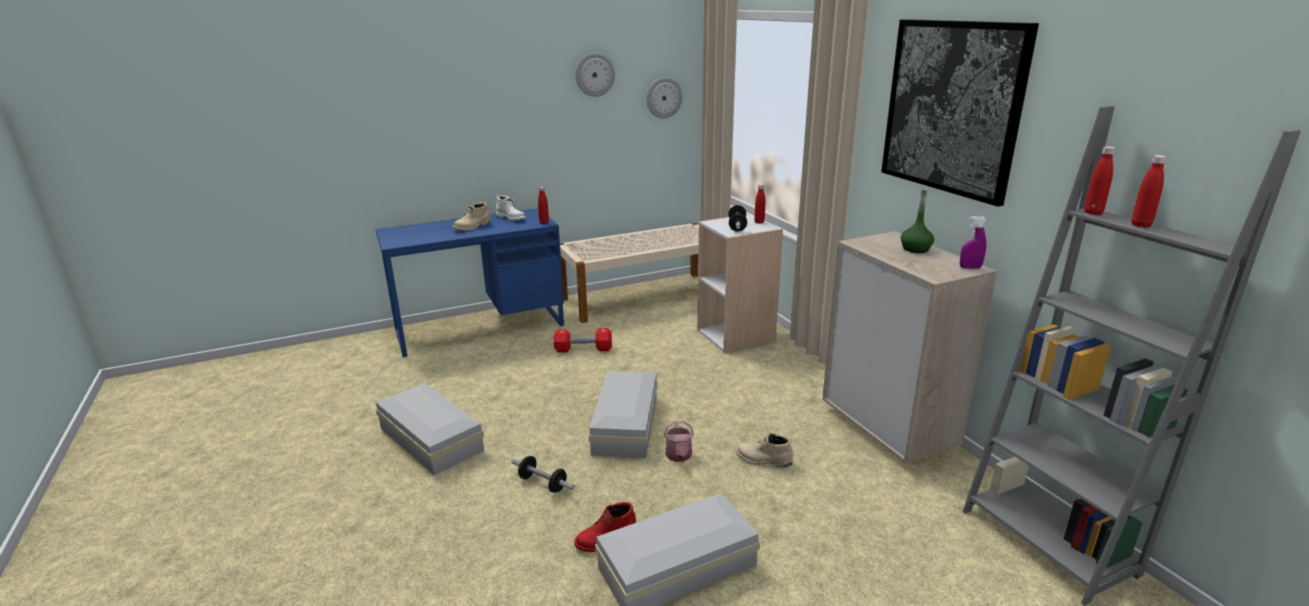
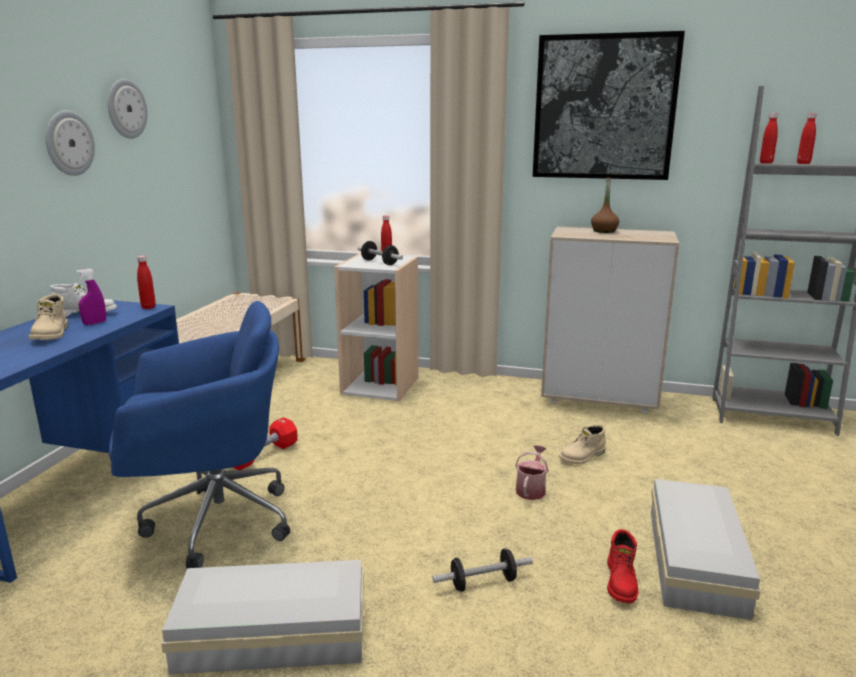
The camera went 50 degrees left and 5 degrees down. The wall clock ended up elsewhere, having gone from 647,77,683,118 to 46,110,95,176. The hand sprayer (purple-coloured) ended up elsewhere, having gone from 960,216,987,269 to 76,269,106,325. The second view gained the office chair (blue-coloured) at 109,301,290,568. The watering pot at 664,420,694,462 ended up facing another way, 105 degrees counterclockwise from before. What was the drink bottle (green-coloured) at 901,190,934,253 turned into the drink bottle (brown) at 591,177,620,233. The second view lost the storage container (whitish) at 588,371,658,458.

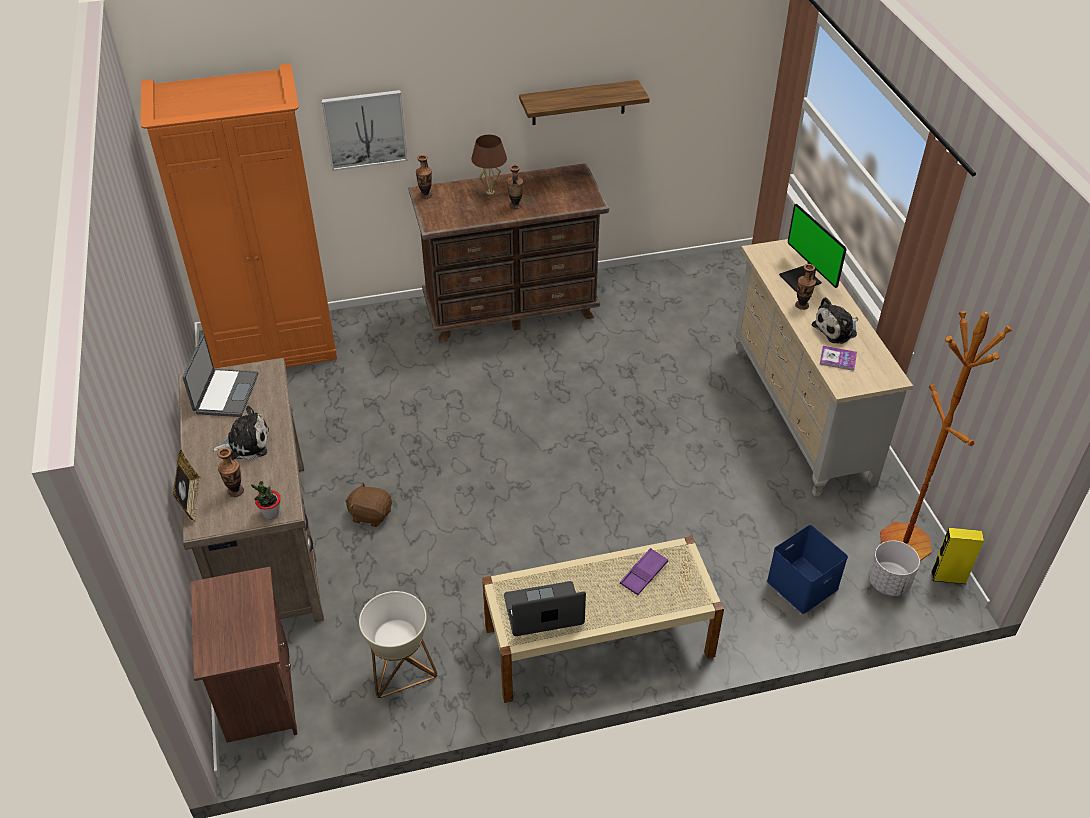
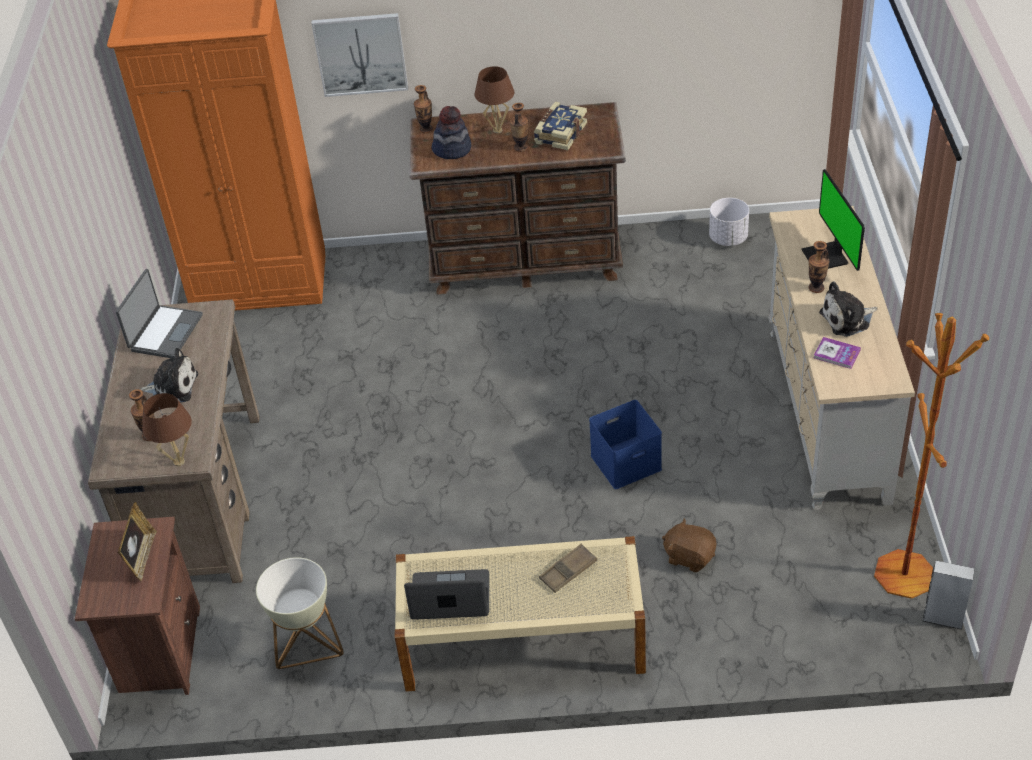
The camera went 15 degrees right and 0 degrees up. The picture frame ended up elsewhere, having gone from 173,450,201,522 to 118,502,157,581. Where the houseplant stood at 251,481,281,519, the lamp for a table (brown) came to stand at 142,393,192,466. The second view gained the clothing hat at 431,106,471,159. The second view gained the volume at 534,102,587,150. What was the carrying tray (purple-coloured) at 620,548,668,595 turned into the carrying tray (brown) at 539,544,597,593. The storage container (blue-coloured) ended up elsewhere, having gone from 767,525,848,614 to 589,400,662,489. The soft toy (brown) ended up elsewhere, having gone from 345,482,392,527 to 662,518,716,572. The planter (whitish) ended up elsewhere, having gone from 868,541,920,596 to 709,198,749,246. What was the loudspeaker (yellow-coloured) at 931,528,984,584 turned into the loudspeaker (gray) at 923,561,975,630. The second view lost the wall shelf at 519,80,650,125.

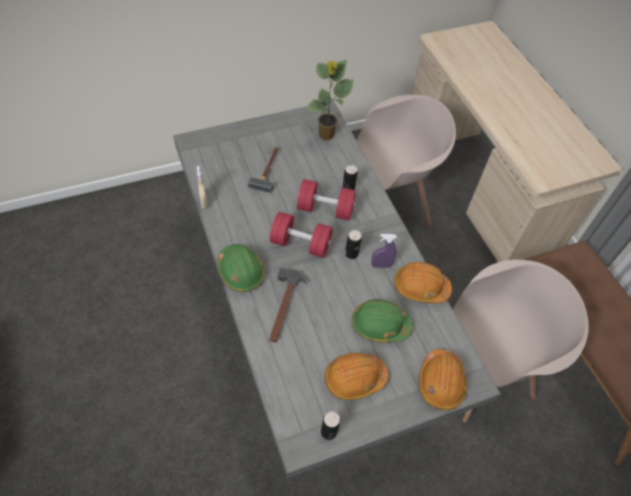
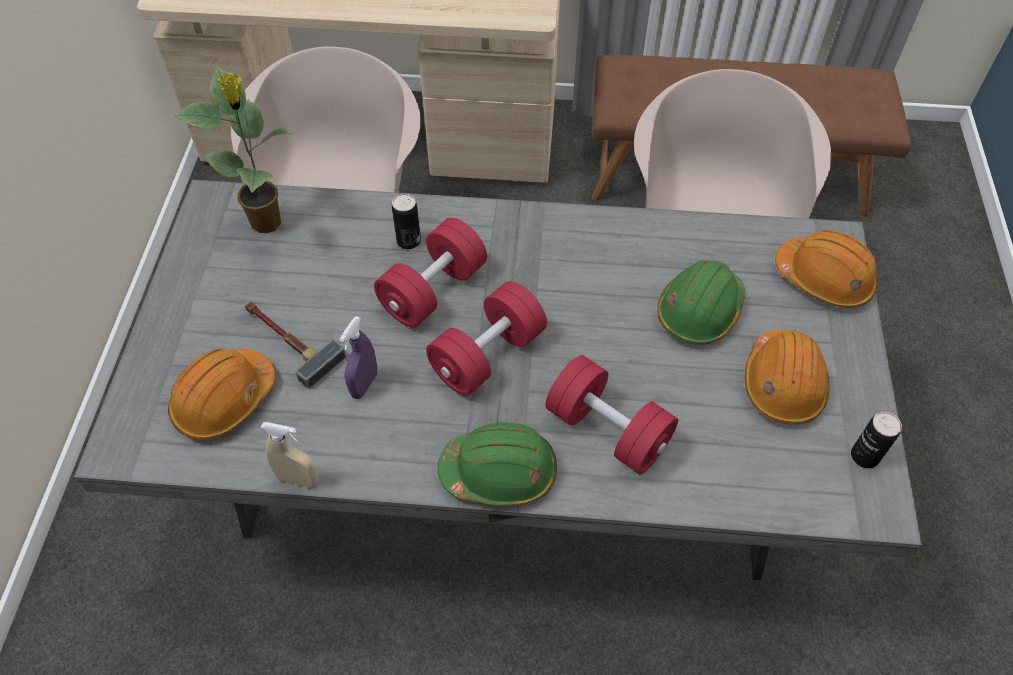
The camera went 60 degrees left and 0 degrees up. The hard hat (orange) ended up elsewhere, having gone from 394,262,452,303 to 168,349,276,440. The hand sprayer (purple-coloured) ended up elsewhere, having gone from 371,234,397,268 to 339,316,377,399. Where the tool hammer stood at 269,268,307,343, the free weight (red-coloured) came to stand at 546,355,678,475. The second view lost the sealed can at 345,230,362,259.

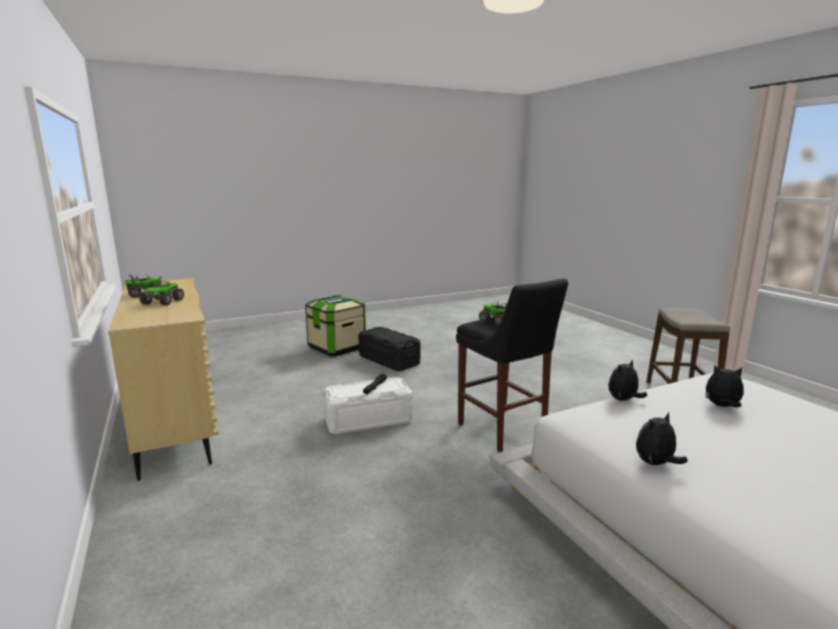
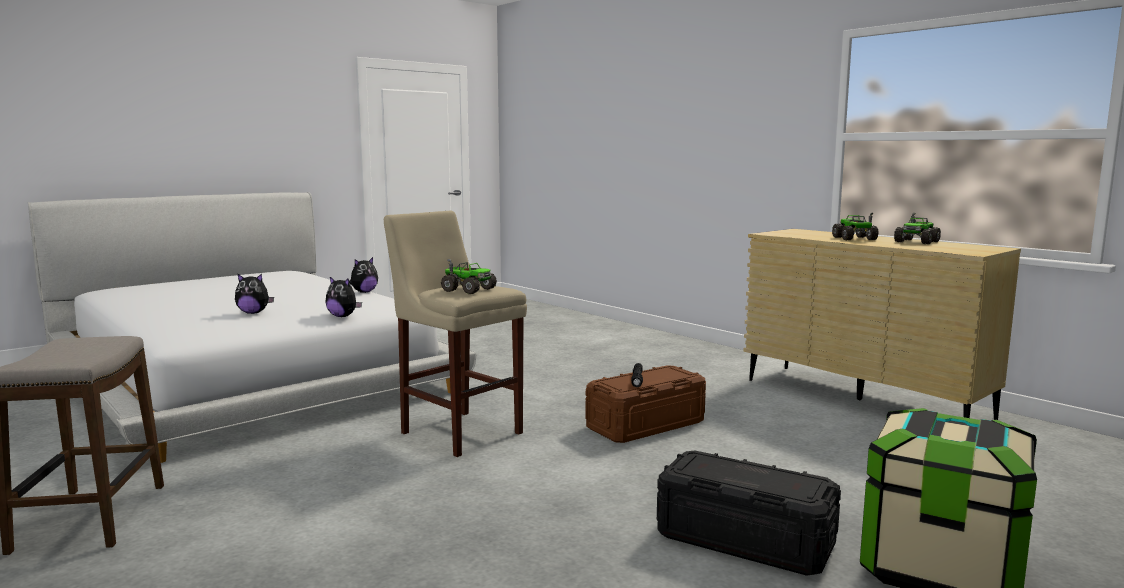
The camera went 165 degrees right and 5 degrees down. The soft toy at 608,360,647,401 ended up facing another way, 75 degrees clockwise from before. What was the stool (black) at 456,279,568,452 turned into the stool (beige) at 384,211,527,457. What was the storage container (whitish) at 322,377,413,435 turned into the storage container (brown) at 585,365,706,443.

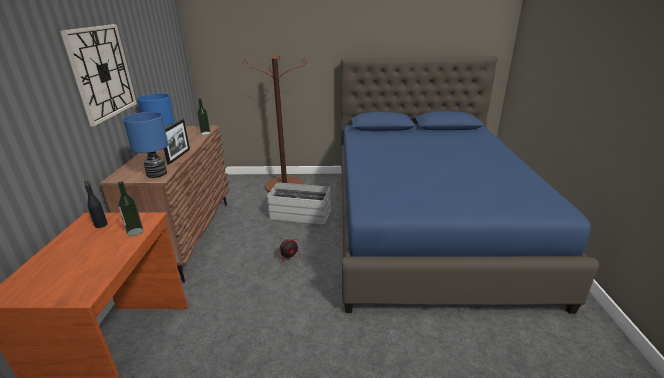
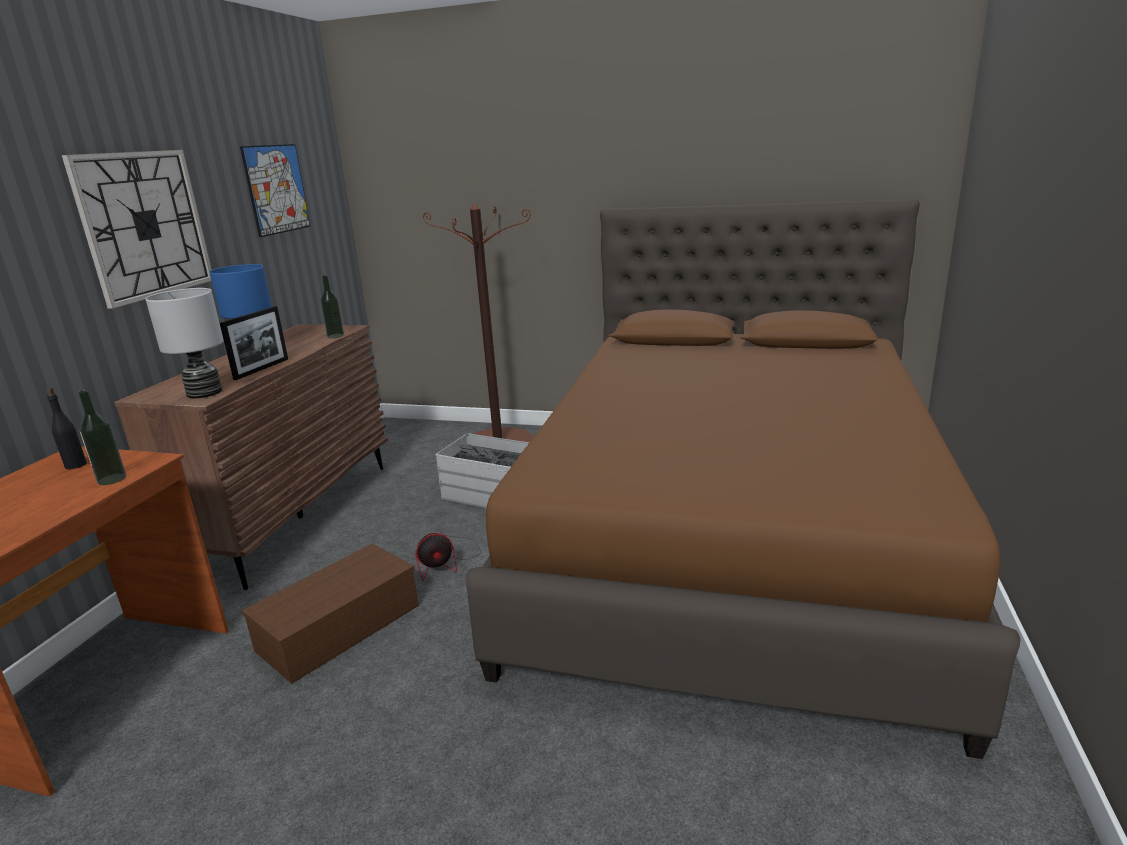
The camera went 15 degrees right and 5 degrees down. What was the lamp for a table (blue-coloured) at 123,112,168,178 turned into the lamp for a table (gray) at 145,288,224,398. The second view gained the picture at 240,144,310,237. The second view gained the storage container (brown) at 242,543,419,684. What was the bedroom bed (blue-coloured) at 340,56,599,314 turned into the bedroom bed (brown) at 466,199,1021,759.

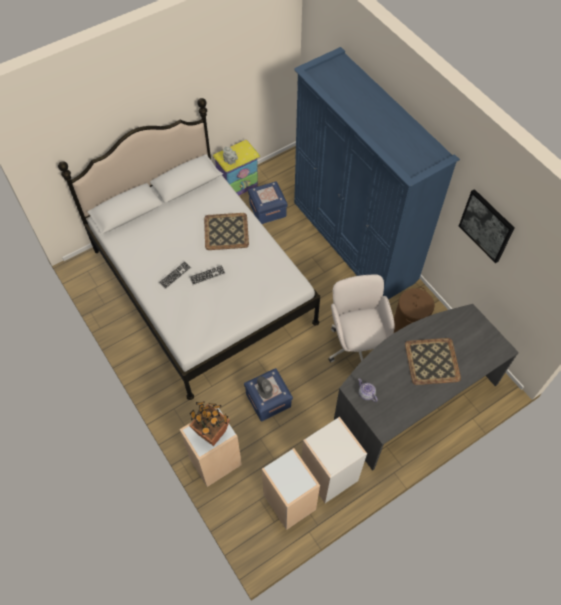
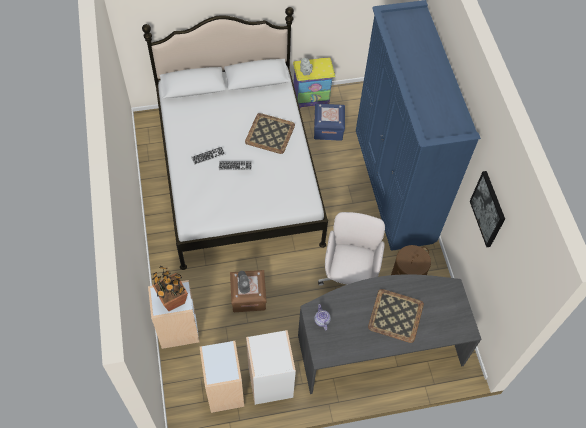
The camera went 20 degrees right and 0 degrees up. What was the storage container (blue-coloured) at 244,368,293,421 turned into the storage container (brown) at 230,270,266,312.

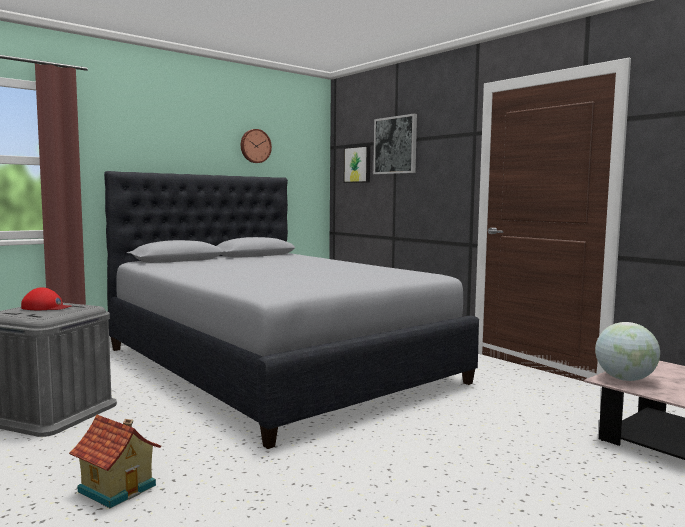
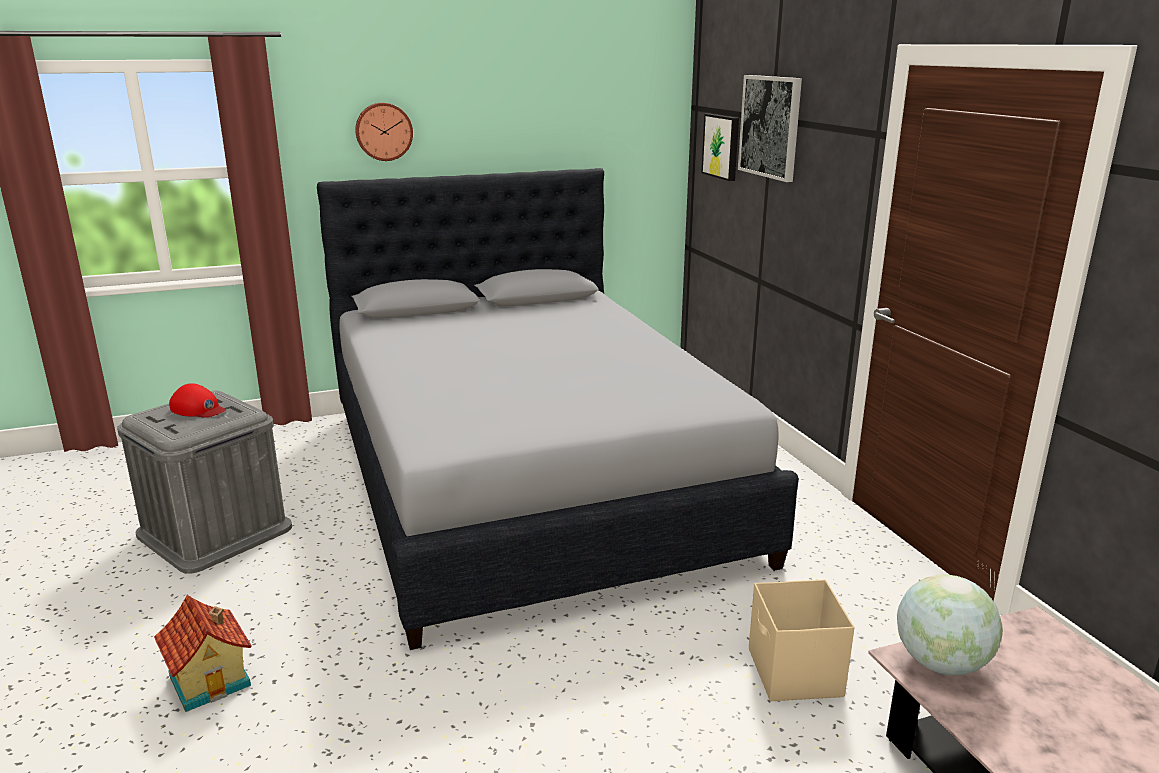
The camera went 20 degrees right and 15 degrees up. The wall clock ended up elsewhere, having gone from 241,129,272,163 to 355,103,413,161. The second view gained the storage container (beige) at 749,580,854,701.

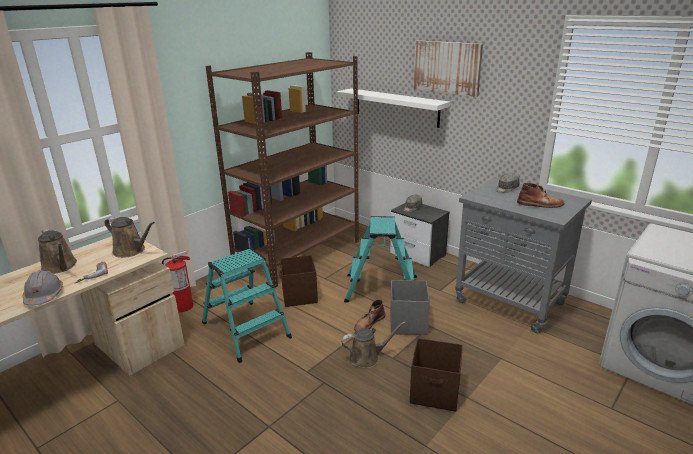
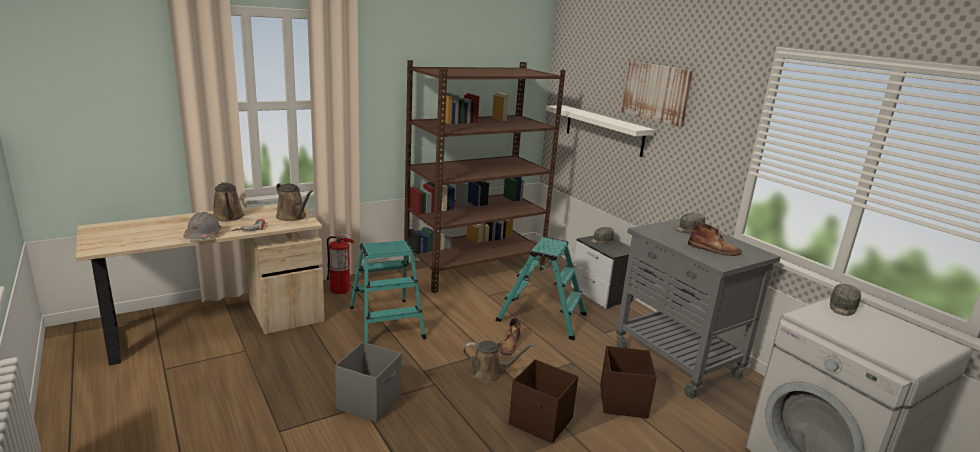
The camera went 15 degrees right and 5 degrees down. The storage container (gray) ended up elsewhere, having gone from 390,280,430,335 to 335,342,402,422. The tall boot (brown) at 354,299,385,331 ended up facing another way, 45 degrees counterclockwise from before. The storage container (brown) ended up elsewhere, having gone from 279,255,318,307 to 600,346,657,418. The second view gained the cap (gray) at 830,284,861,316.

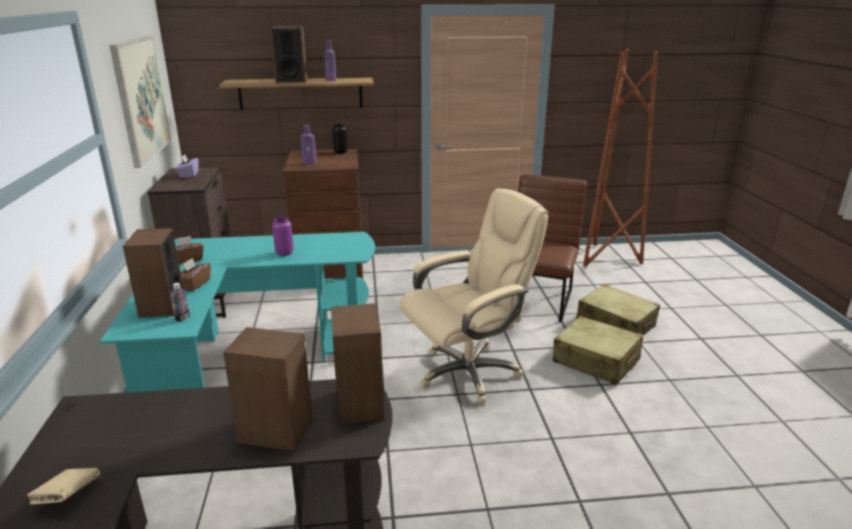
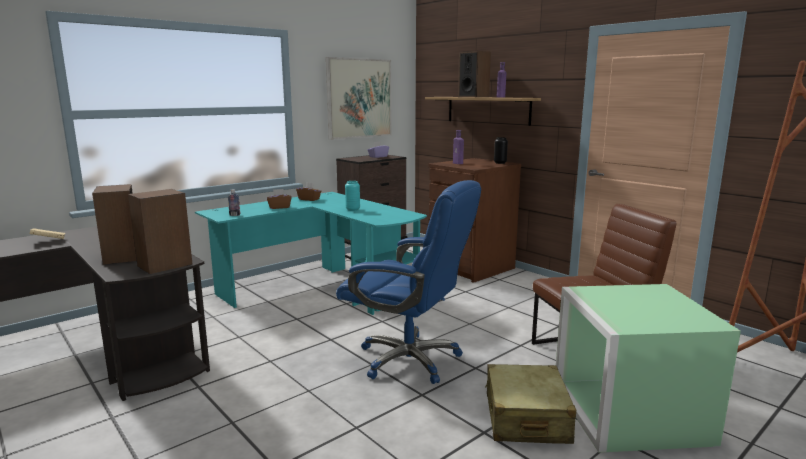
The camera went 55 degrees right and 10 degrees down. What was the office chair (beige) at 400,188,548,404 turned into the office chair (blue-coloured) at 336,180,481,384. What was the flower vase (purple-coloured) at 272,217,294,256 turned into the flower vase (turquoise) at 345,181,360,211. Where the suitcase (beige) stood at 576,284,660,336, the storage container (green-coloured) came to stand at 556,284,741,453. The second view lost the loudspeaker at 123,228,184,318.

